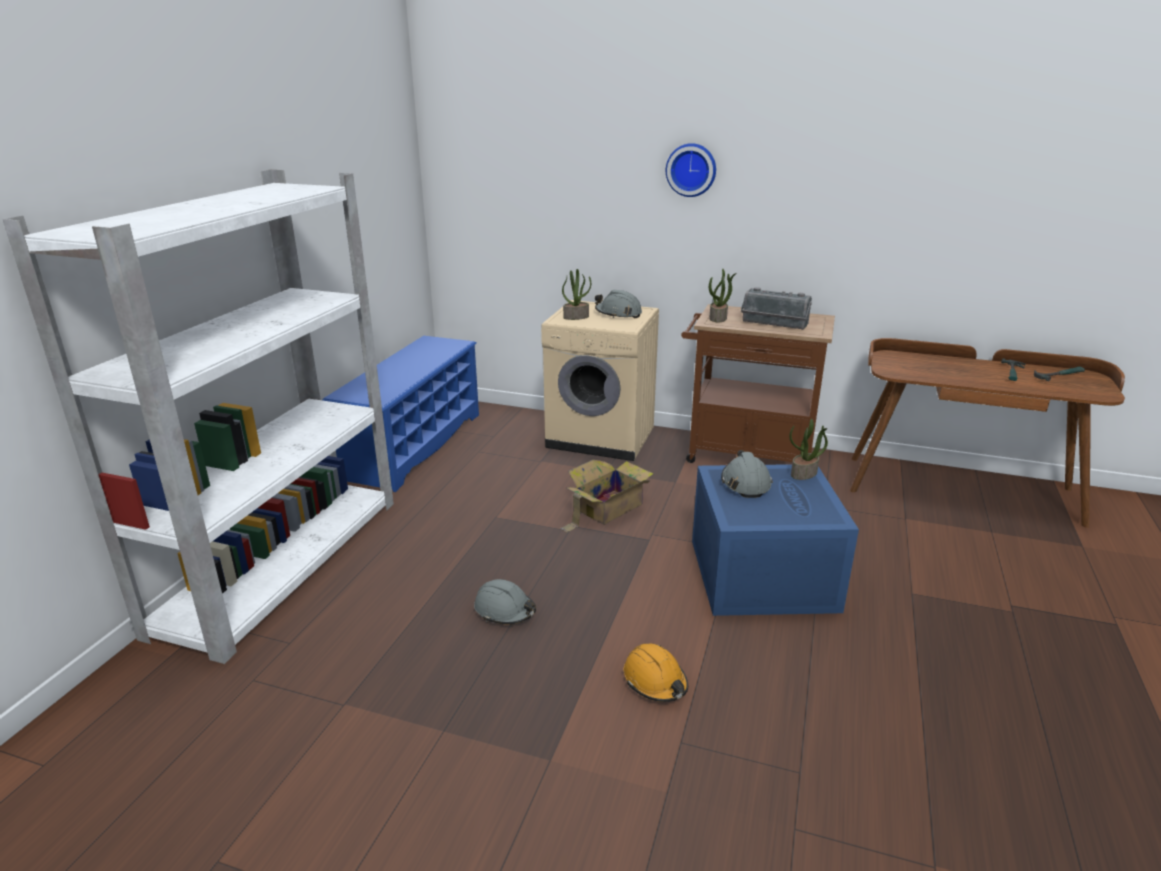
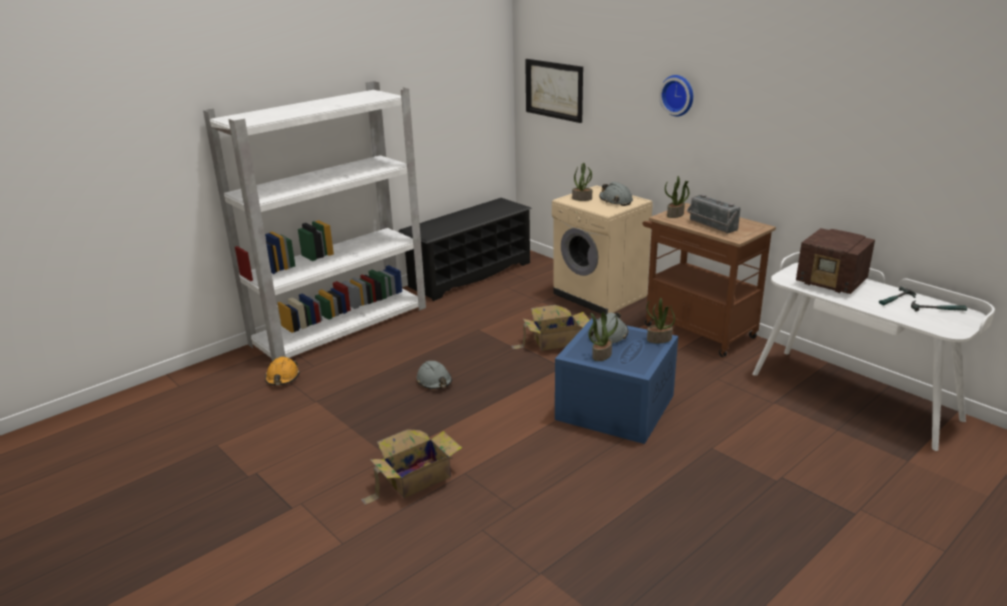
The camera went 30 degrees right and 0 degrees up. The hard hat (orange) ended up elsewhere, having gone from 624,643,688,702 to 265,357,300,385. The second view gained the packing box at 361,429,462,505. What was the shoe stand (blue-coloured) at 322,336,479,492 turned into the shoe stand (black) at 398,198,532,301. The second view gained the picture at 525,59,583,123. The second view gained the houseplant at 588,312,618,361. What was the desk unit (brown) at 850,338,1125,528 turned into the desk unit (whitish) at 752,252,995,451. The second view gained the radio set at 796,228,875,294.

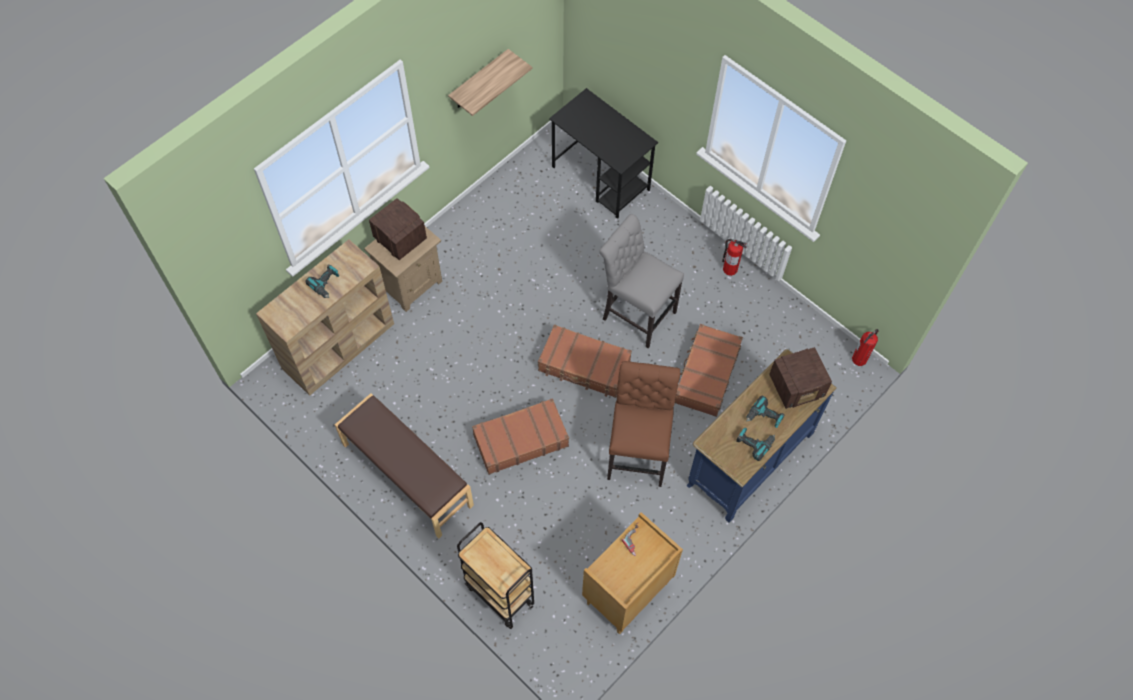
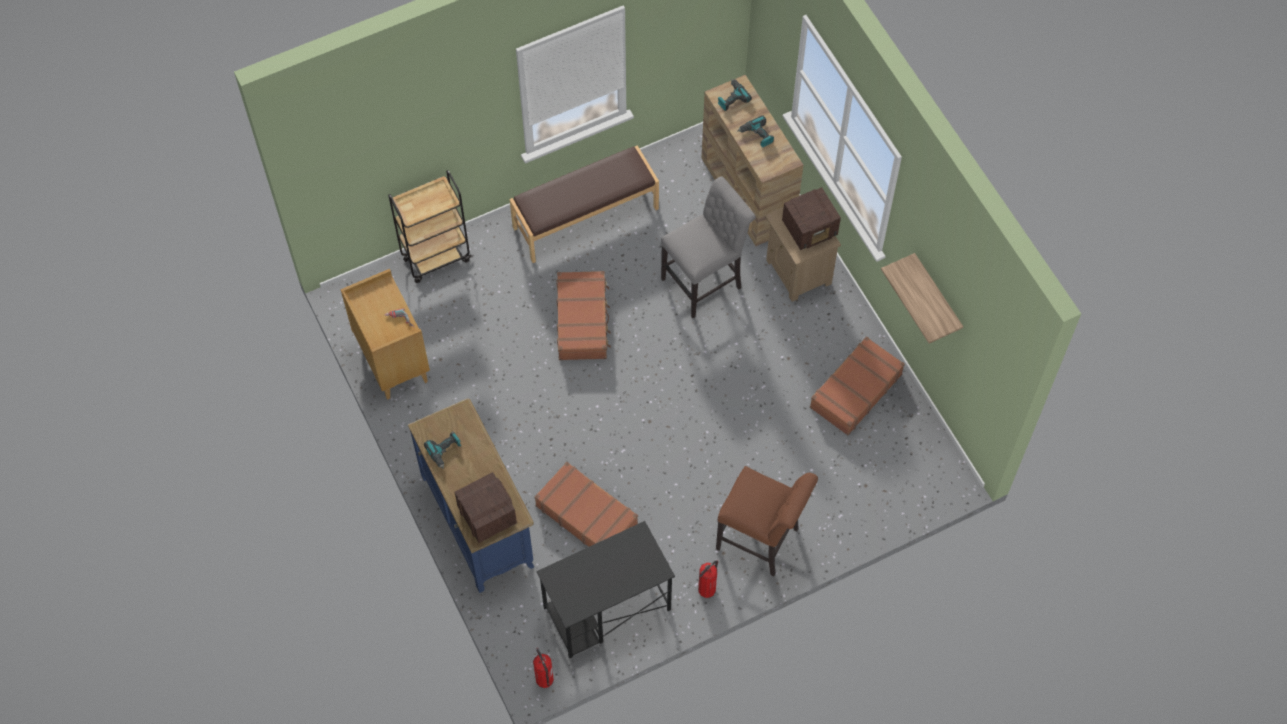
The camera went 110 degrees right and 0 degrees up. The radio set at 769,347,832,409 ended up facing another way, 150 degrees clockwise from before. The desk unit (black) ended up elsewhere, having gone from 549,88,658,219 to 536,521,675,659. The stool (gray) ended up elsewhere, having gone from 600,214,684,348 to 661,177,756,318. The stool (brown) ended up elsewhere, having gone from 607,361,680,487 to 716,466,818,576. The drill ended up elsewhere, having gone from 746,396,785,428 to 718,79,752,111. The suitcase (brown) ended up elsewhere, having gone from 538,324,632,398 to 810,336,905,435.

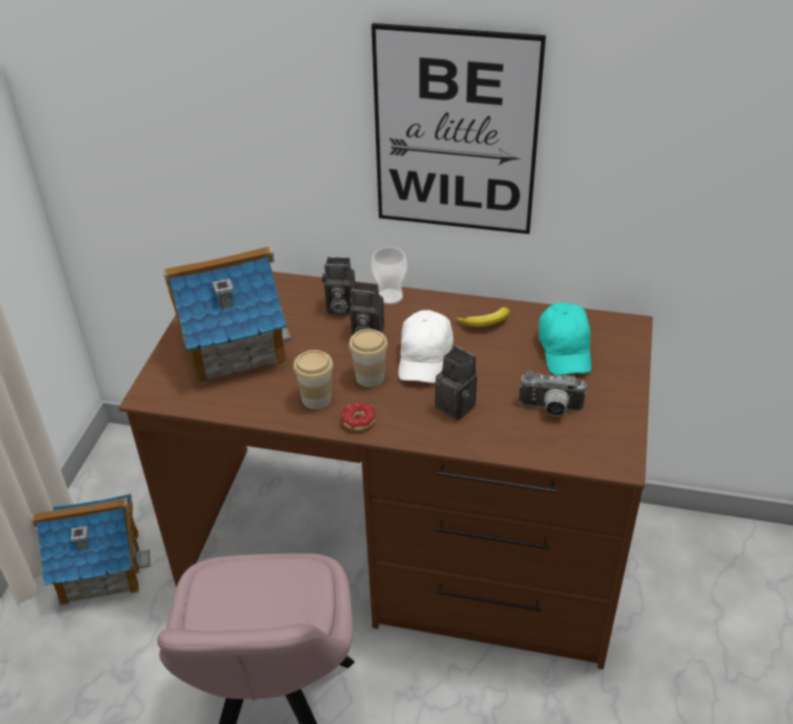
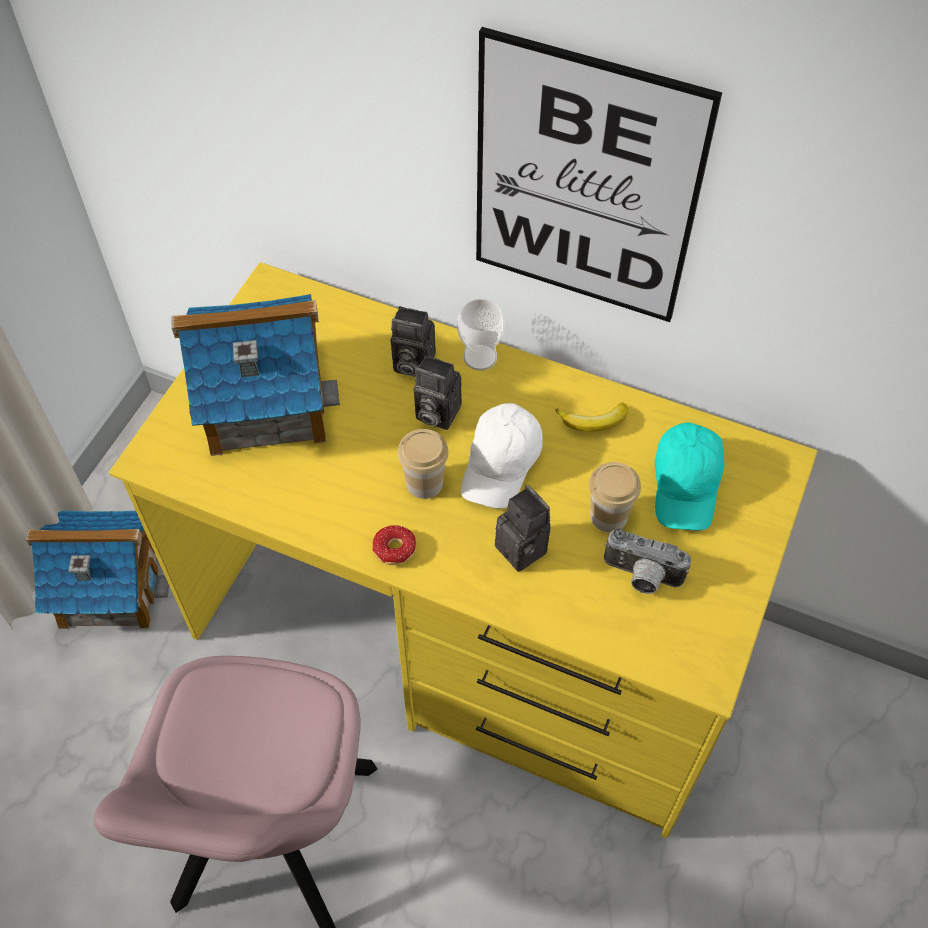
The camera went 10 degrees right and 15 degrees up. What was the desk unit (brown) at 119,272,653,669 turned into the desk unit (yellow-coloured) at 109,262,818,838. The drinking cup ended up elsewhere, having gone from 293,350,333,409 to 589,462,641,532.

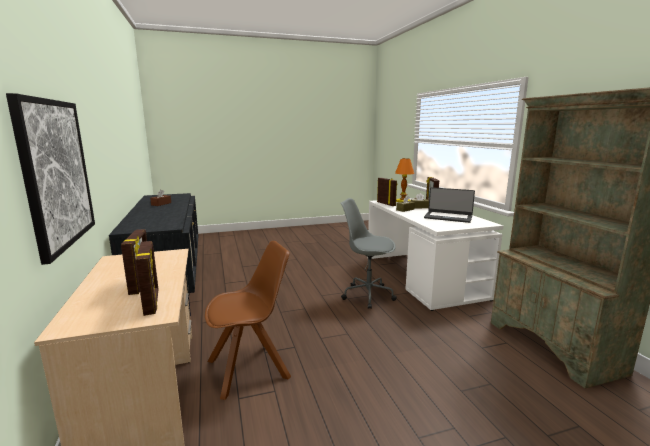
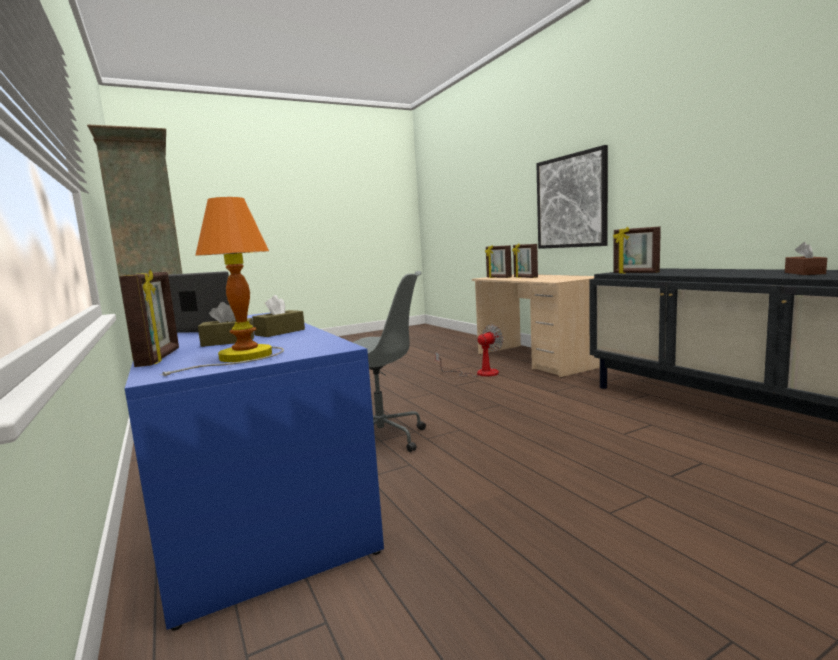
The camera went 170 degrees right and 5 degrees down. What was the desk unit (whitish) at 368,198,504,311 turned into the desk unit (blue-coloured) at 125,312,384,631. Where the plain chair (brown) stood at 205,241,291,400, the cooling fan came to stand at 435,324,503,377. The picture frame ended up elsewhere, having gone from 377,178,398,206 to 613,227,661,273.

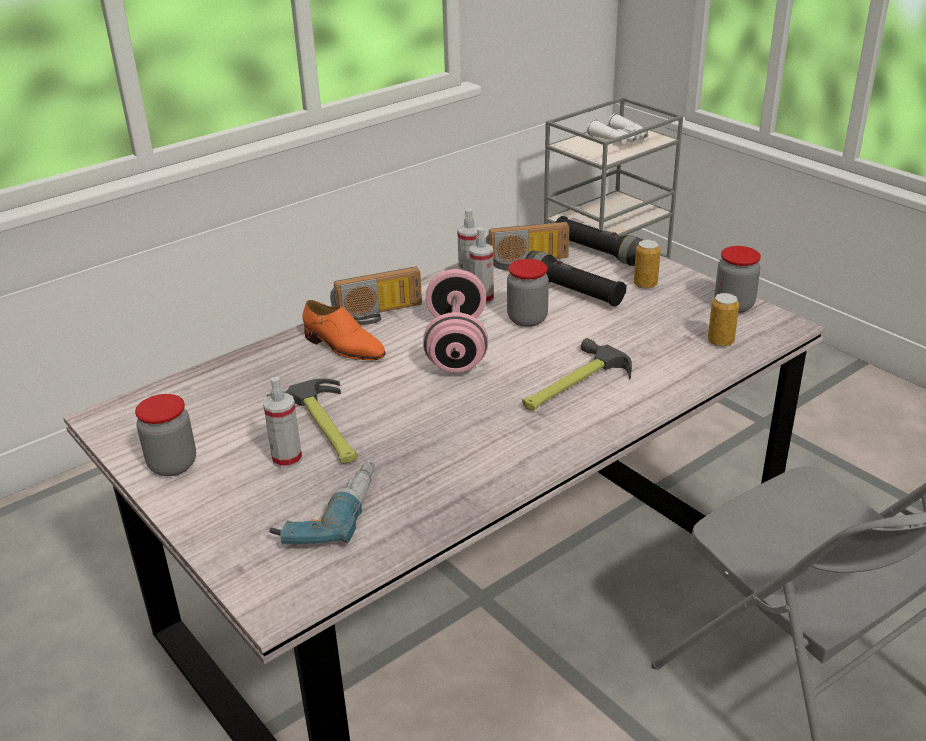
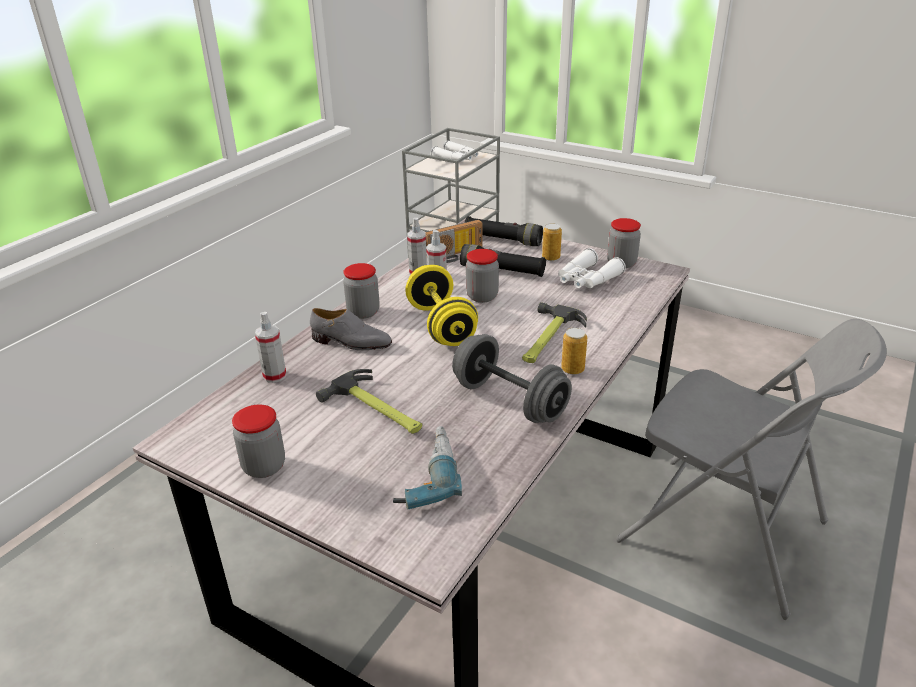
The camera went 20 degrees left and 0 degrees up. The hand sprayer ended up elsewhere, having gone from 263,377,302,468 to 255,312,286,383. What was the low shoe (orange) at 302,300,386,360 turned into the low shoe (gray) at 310,308,392,350. Where the radio set stood at 330,267,422,325, the jar came to stand at 343,263,380,319. What was the free weight (pinkish) at 423,269,488,373 turned into the free weight (yellow-coloured) at 406,265,478,346. The second view gained the free weight (gray) at 452,334,572,423. The second view gained the pair of binoculars (whitish) at 558,248,626,288. The sealed can ended up elsewhere, having gone from 708,293,739,347 to 561,328,587,375.

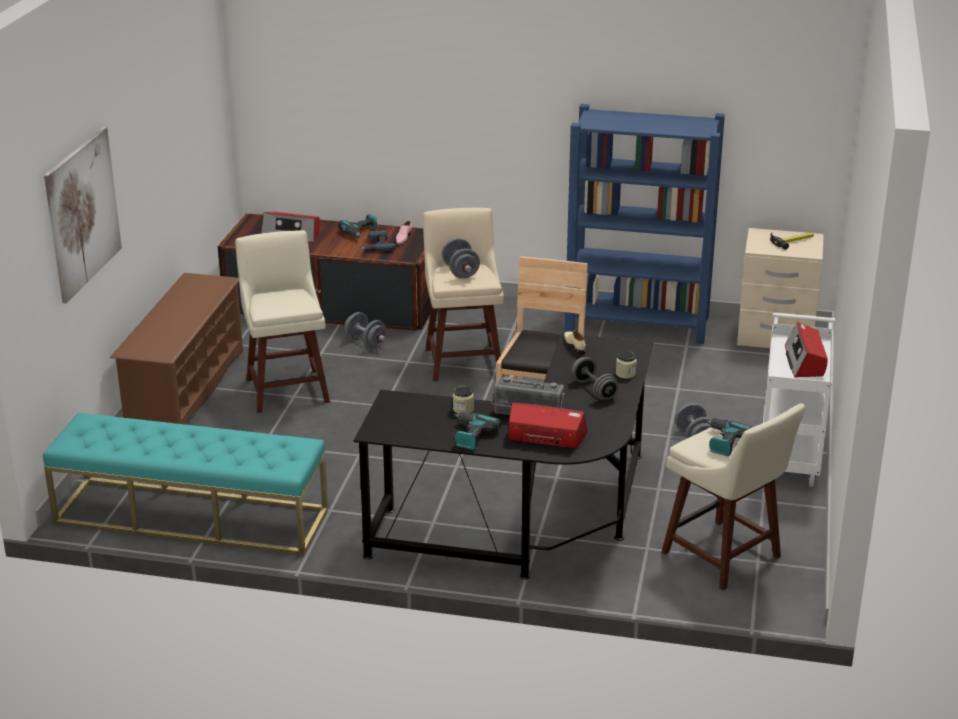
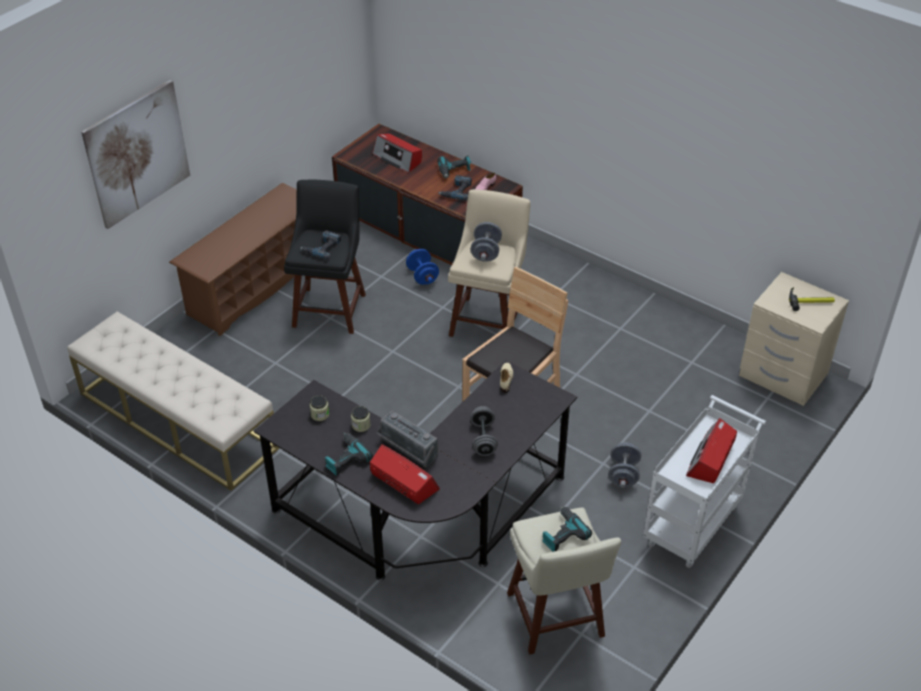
The camera went 25 degrees right and 15 degrees up. What was the bench (turquoise) at 43,413,328,555 turned into the bench (beige) at 67,311,279,491. What was the stool (beige) at 235,230,330,413 turned into the stool (black) at 284,180,366,334. The second view gained the drill at 300,230,341,260. The jar ended up elsewhere, having gone from 616,351,637,379 to 310,395,329,421. What was the free weight (gray) at 344,312,387,349 turned into the free weight (blue-coloured) at 406,249,439,285. The second view lost the bookshelf (blue-coloured) at 565,104,725,344.

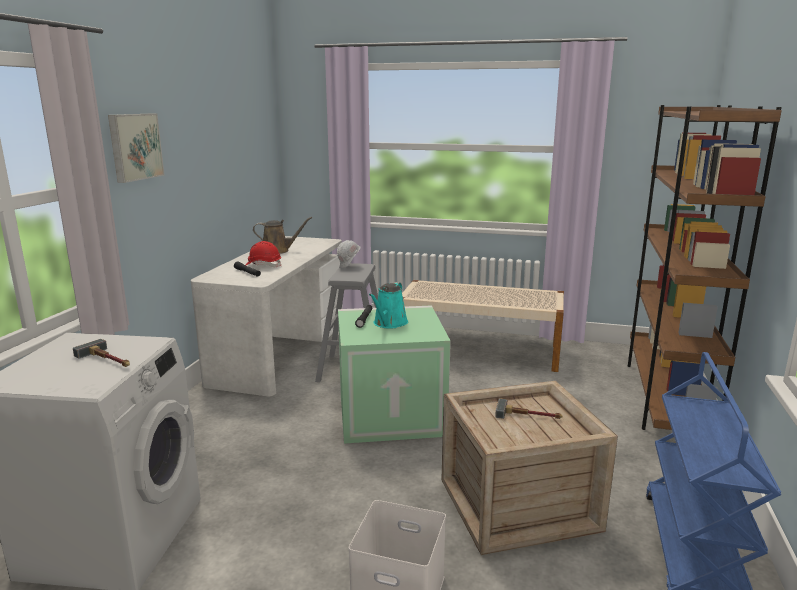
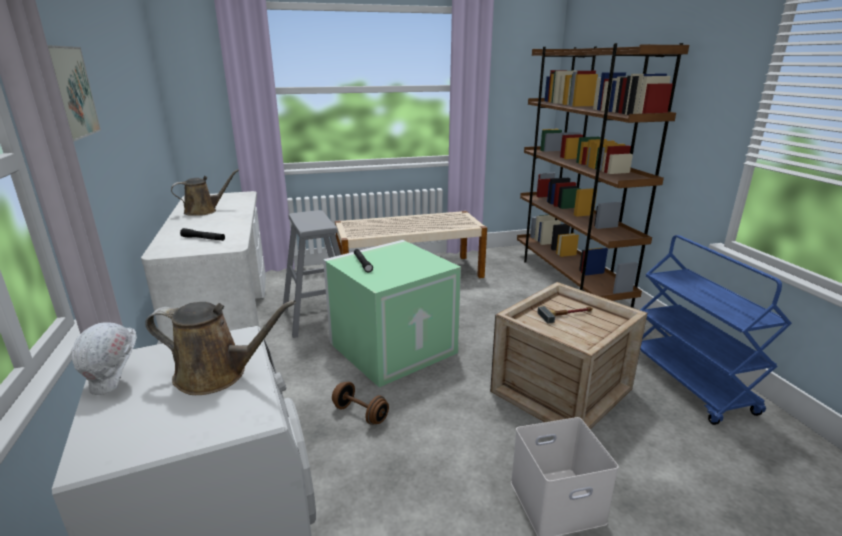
The camera went 30 degrees left and 5 degrees up. The hard hat (whitish) ended up elsewhere, having gone from 337,240,360,268 to 71,322,137,395. Where the tool hammer stood at 73,339,130,367, the watering pot (brown) came to stand at 146,300,296,395. The second view gained the free weight (brown) at 332,382,389,425. The second view lost the hard hat (red-coloured) at 245,241,282,267. The second view lost the watering pot (turquoise) at 369,282,408,329.

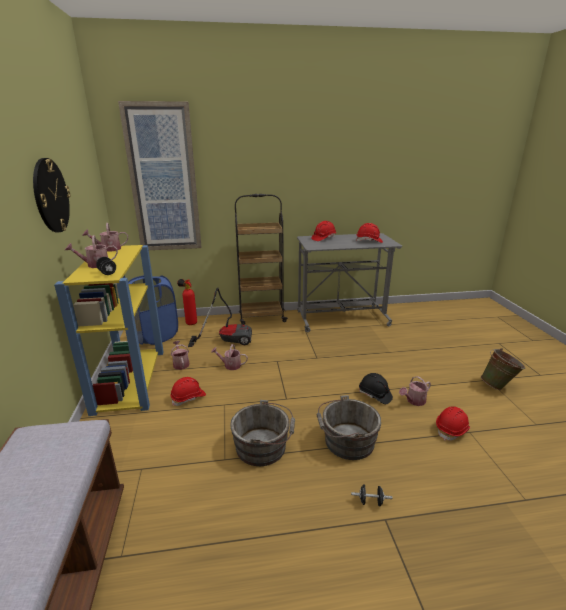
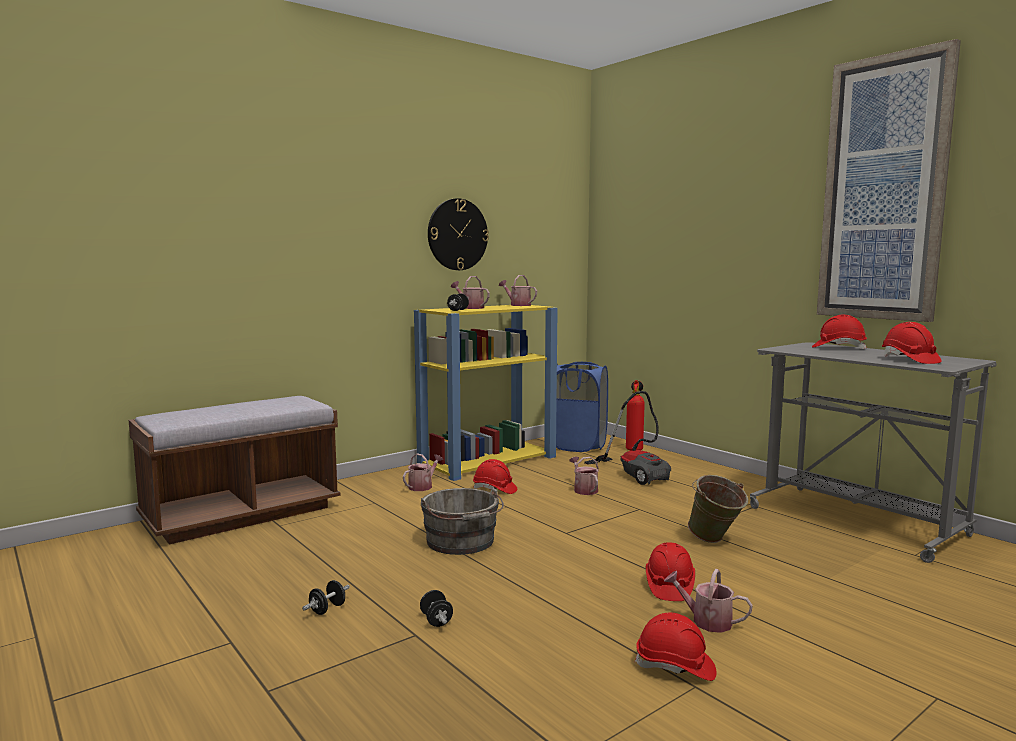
The camera went 60 degrees right and 15 degrees down. The second view gained the free weight (black) at 302,580,350,615. The watering pot ended up elsewhere, having gone from 171,341,190,370 to 403,453,443,491. What was the hard hat (black) at 359,373,393,404 turned into the hard hat (red-coloured) at 646,542,695,601. The water bucket (green-coloured) ended up elsewhere, having gone from 481,348,525,390 to 688,475,748,543. The picture ended up elsewhere, having gone from 118,101,201,250 to 817,39,961,322. The second view lost the wheeled cart (brown) at 235,194,288,325. The second view lost the water bucket (gray) at 316,395,381,460.

